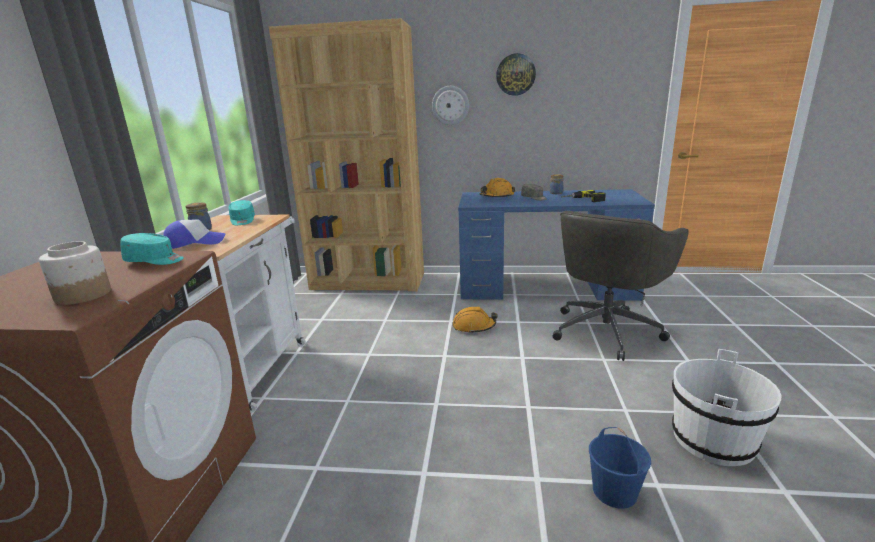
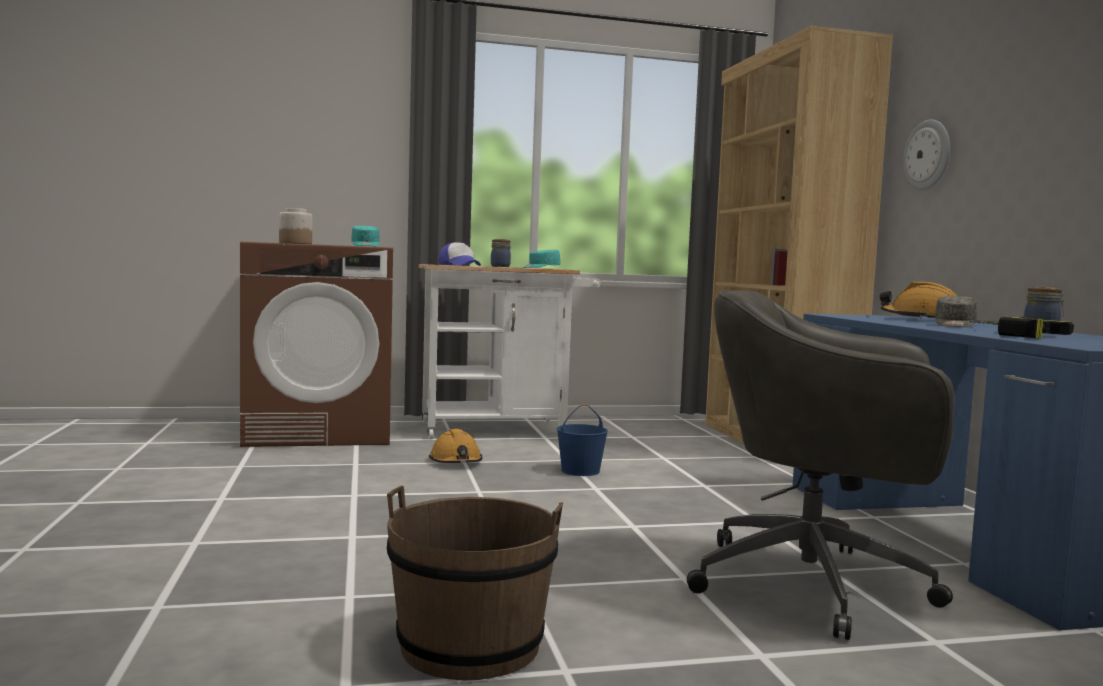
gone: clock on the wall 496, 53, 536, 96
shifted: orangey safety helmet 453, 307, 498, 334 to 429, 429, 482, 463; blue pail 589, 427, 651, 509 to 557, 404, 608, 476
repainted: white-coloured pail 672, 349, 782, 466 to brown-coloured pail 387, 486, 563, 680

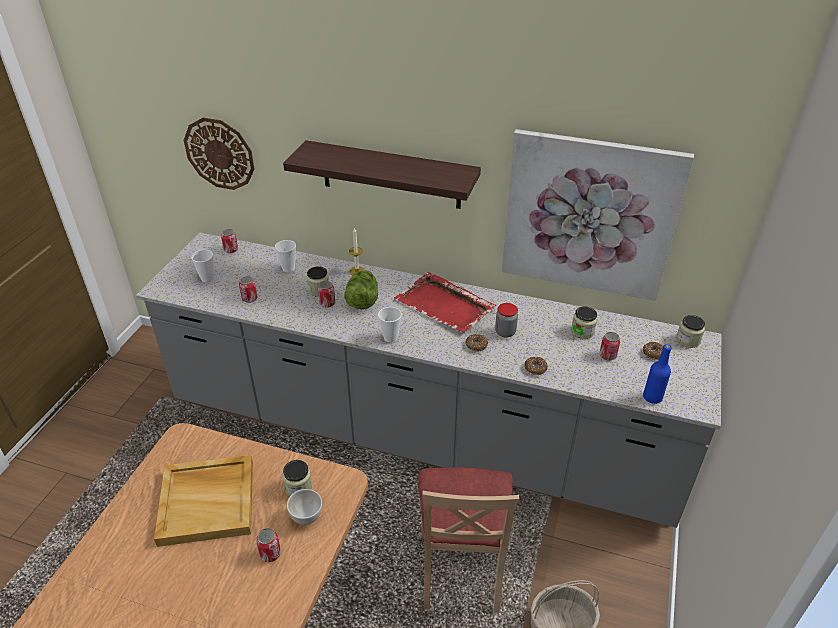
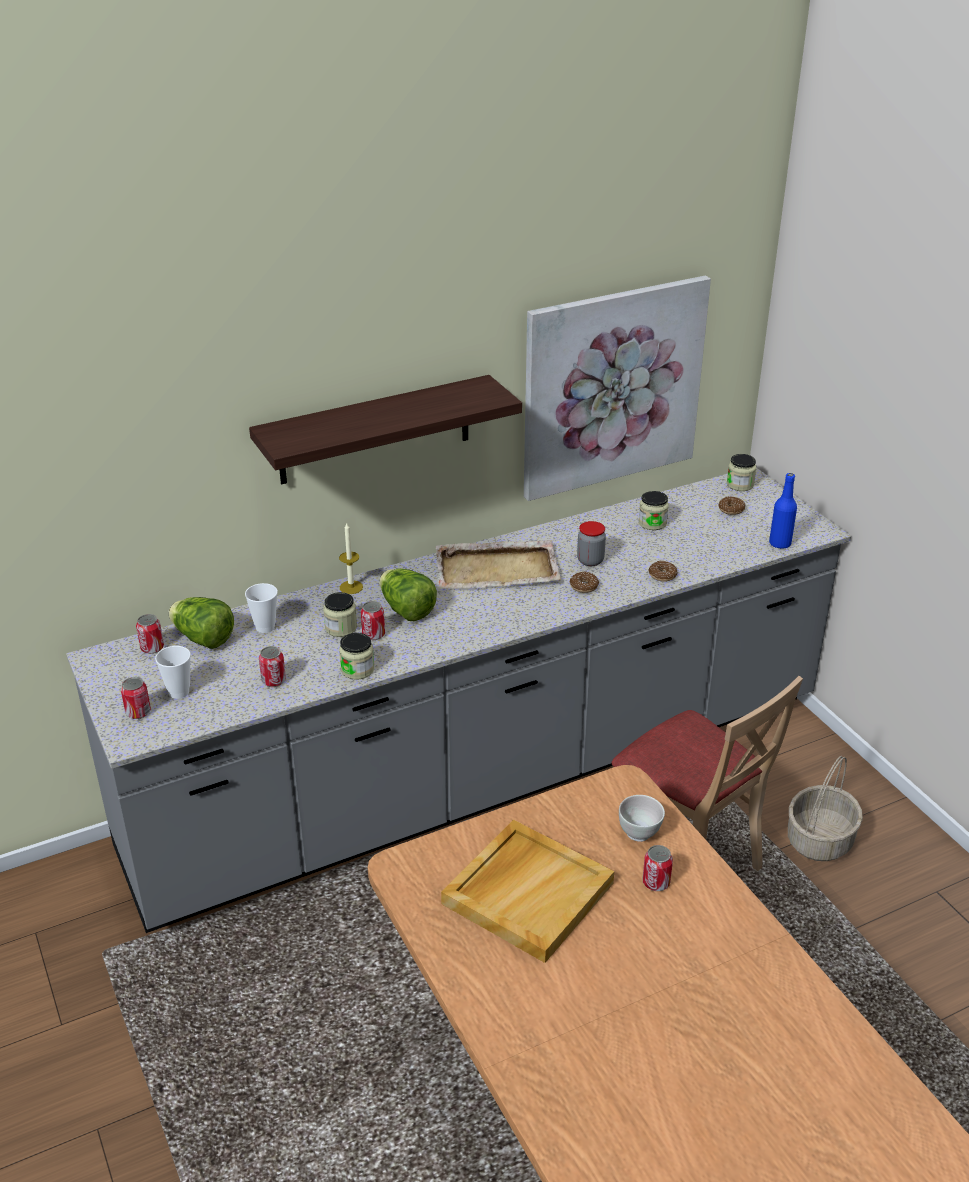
gone: clock on the wall 184, 118, 255, 190; drinking cup 378, 307, 402, 343
new: lettuce 168, 597, 234, 649
shifted: preserve jar 282, 460, 312, 497 to 339, 633, 374, 680; can 599, 332, 620, 361 to 121, 677, 151, 719
repainted: red carrying tray 394, 272, 496, 333 to beige-coloured carrying tray 435, 540, 561, 589

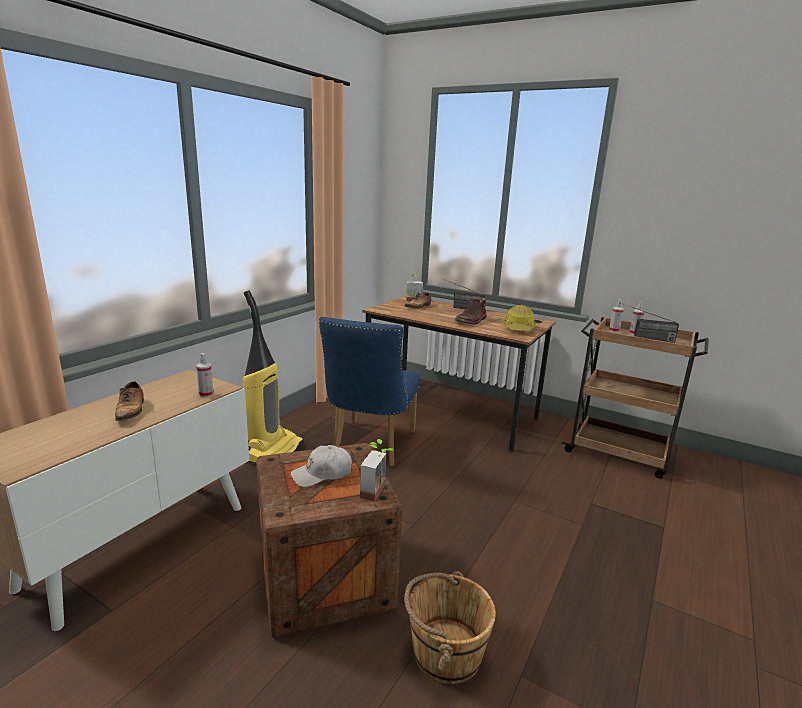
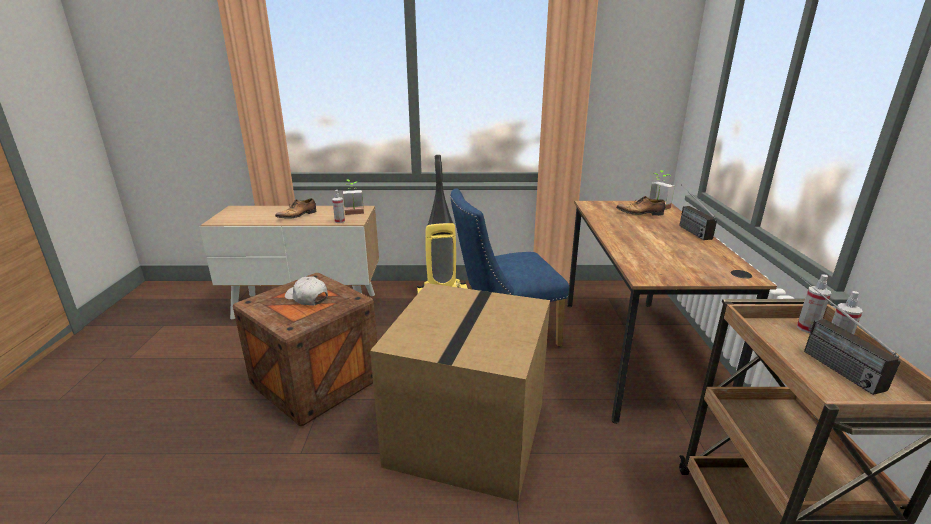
gone: brown-coloured pail 404, 571, 496, 684; brown-coloured boot 455, 297, 487, 324; safety helmet 504, 305, 536, 331
new: cardboard box 370, 283, 550, 502
shifted: houseplant 360, 439, 394, 501 to 343, 180, 364, 215

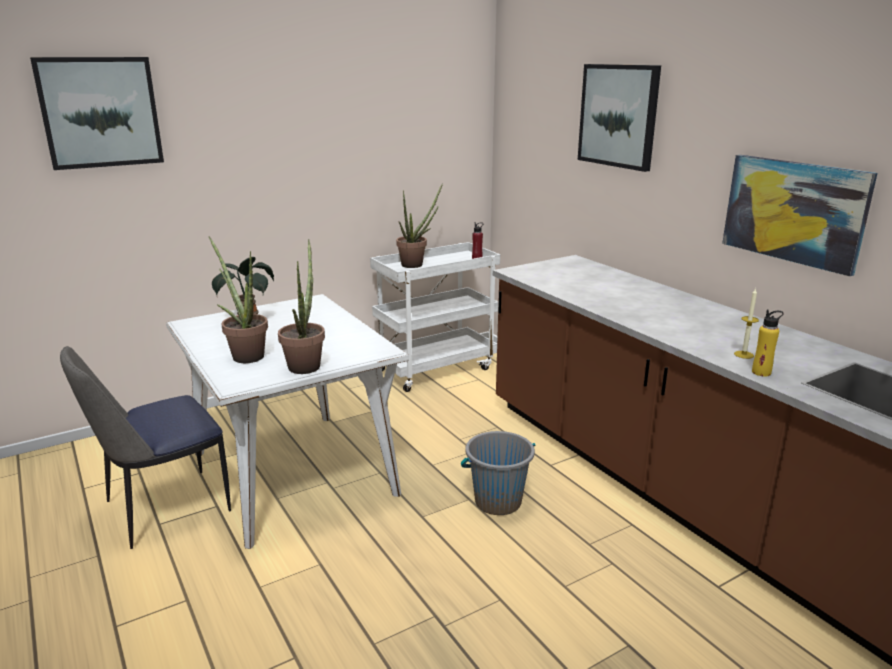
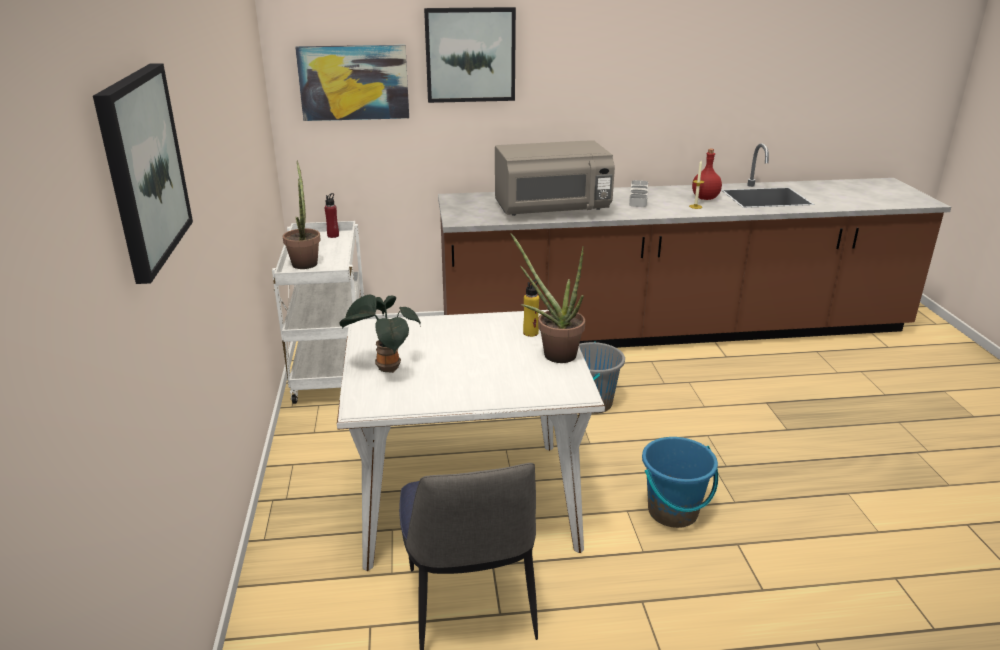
gone: houseplant 209, 237, 268, 363
new: grey microwave 495, 140, 615, 216; grey carrying tray 629, 180, 648, 207; blue pail 642, 437, 718, 528; red bottle 692, 149, 722, 200
shifted: picture 722, 155, 877, 277 to 295, 45, 409, 121; yellowish bottle 752, 309, 783, 376 to 523, 279, 539, 337

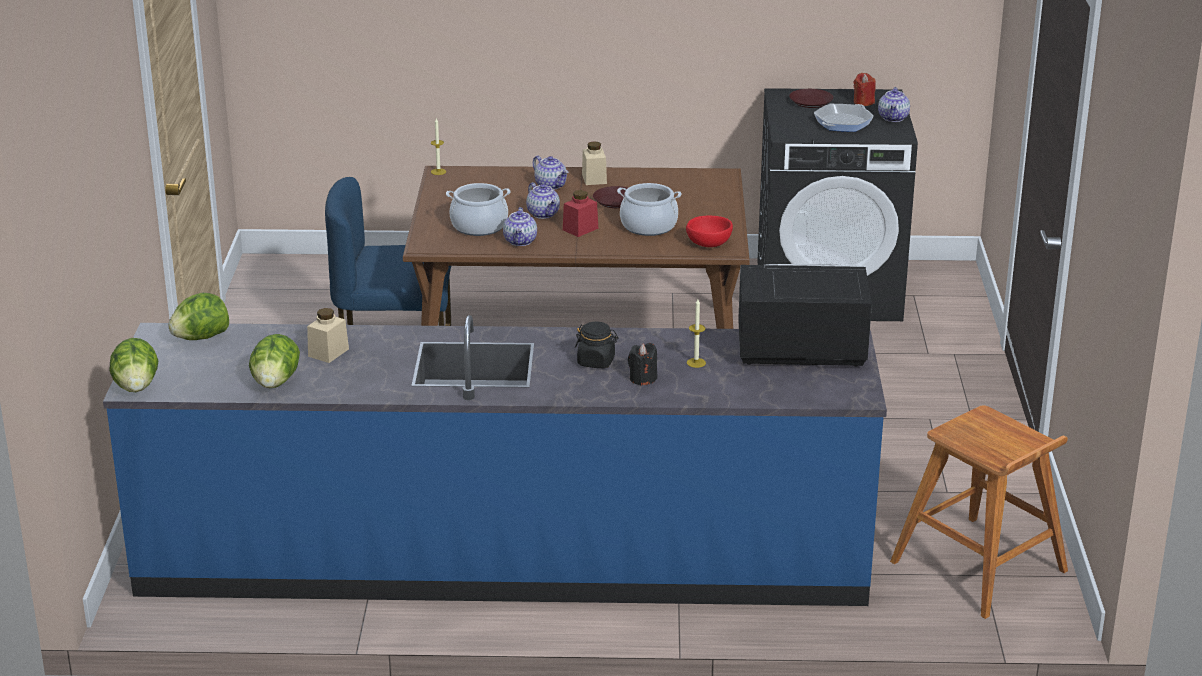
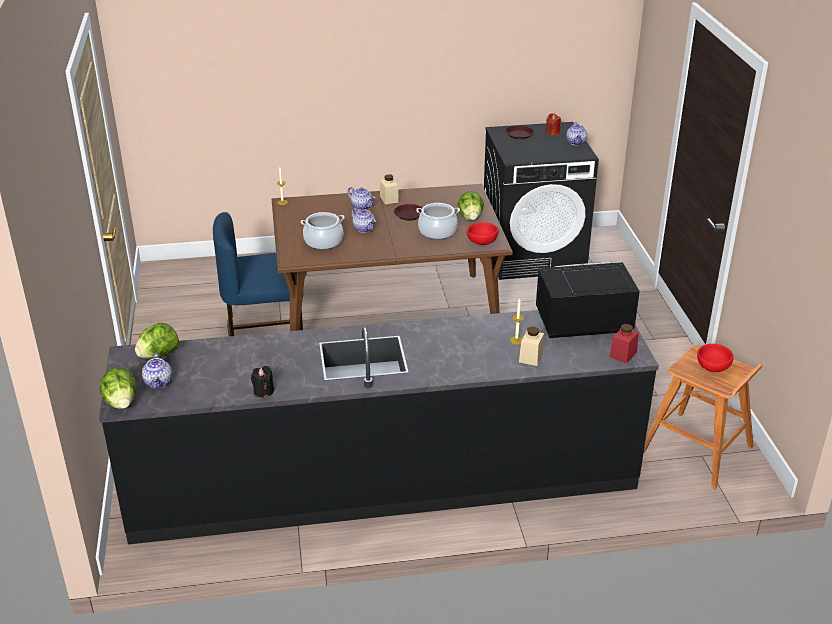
gone: blackish preserve jar 575, 321, 618, 368; pan 814, 104, 874, 132
new: red serving bowl 697, 344, 734, 372
shifted: lettuce 249, 334, 300, 388 to 458, 191, 484, 221; beige-coloured preserve jar 307, 308, 349, 363 to 519, 327, 544, 366; tea pot 503, 207, 537, 246 to 142, 353, 172, 389; red preserve jar 563, 190, 598, 237 to 610, 324, 639, 364; blackish wax candle 628, 343, 657, 386 to 251, 366, 274, 398
repainted: blue kitchen counter 103, 315, 887, 606 to blackish kitchen counter 99, 310, 659, 545

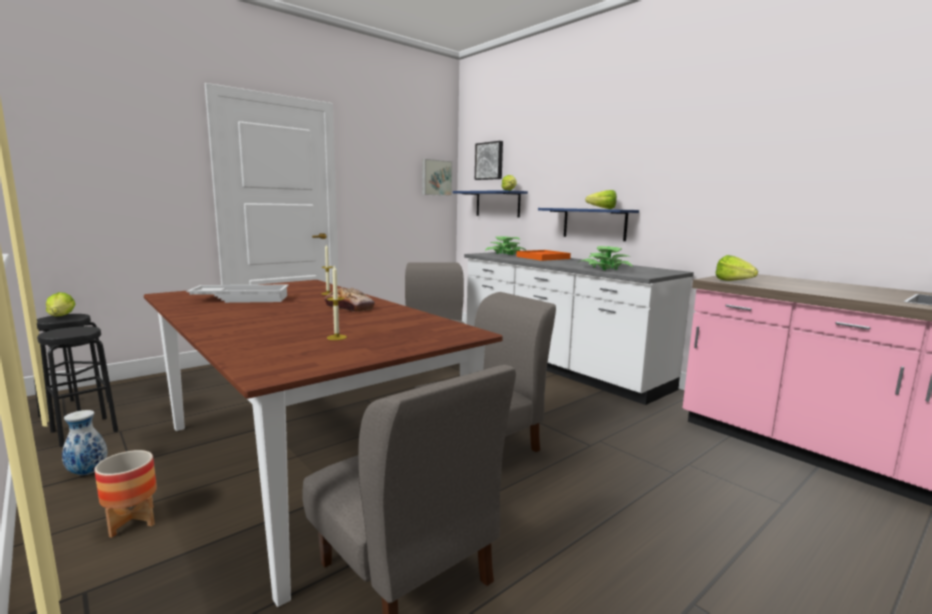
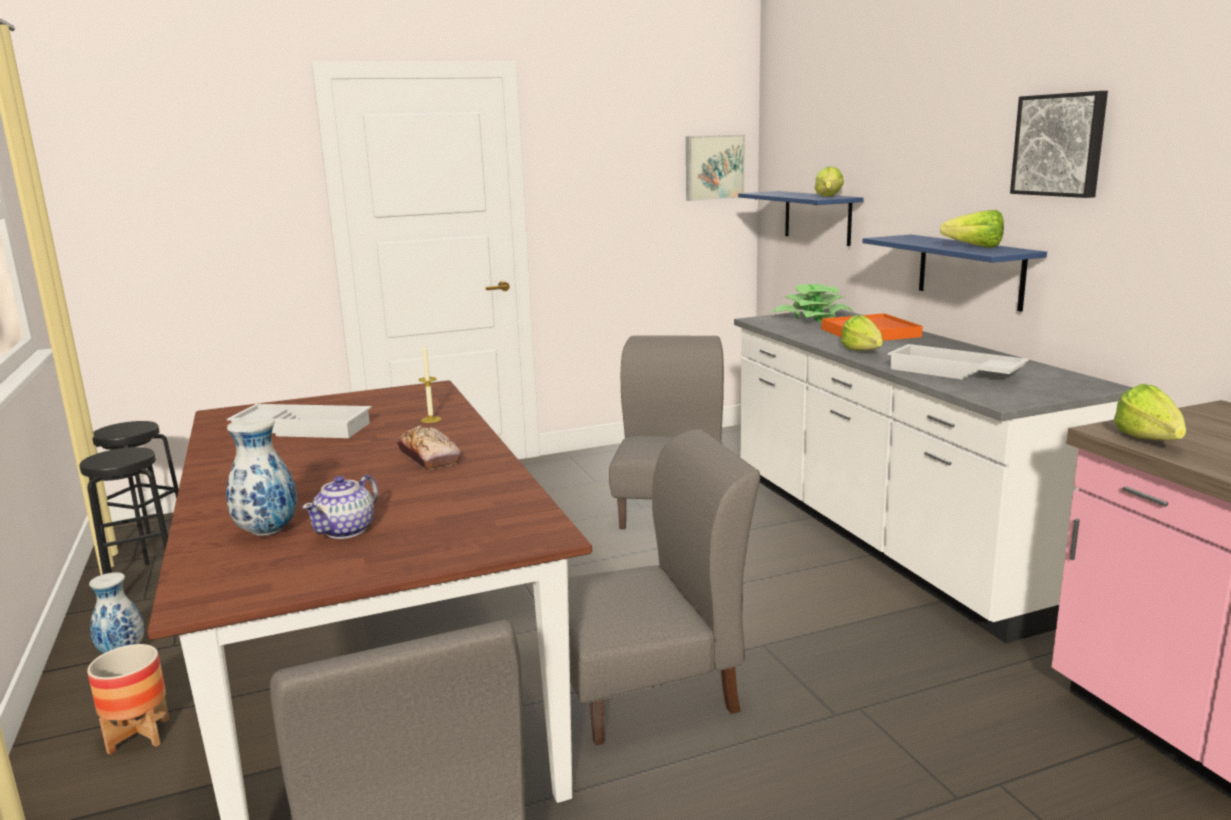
new: decorative vase 226, 417, 297, 536
shifted: lettuce 46, 292, 75, 317 to 841, 315, 883, 351; picture 475, 141, 503, 180 to 1010, 91, 1108, 198
swapped: wax candle 327, 265, 347, 340 to tea pot 302, 475, 378, 539; houseplant 579, 246, 633, 270 to white-coloured carrying tray 888, 344, 1029, 379

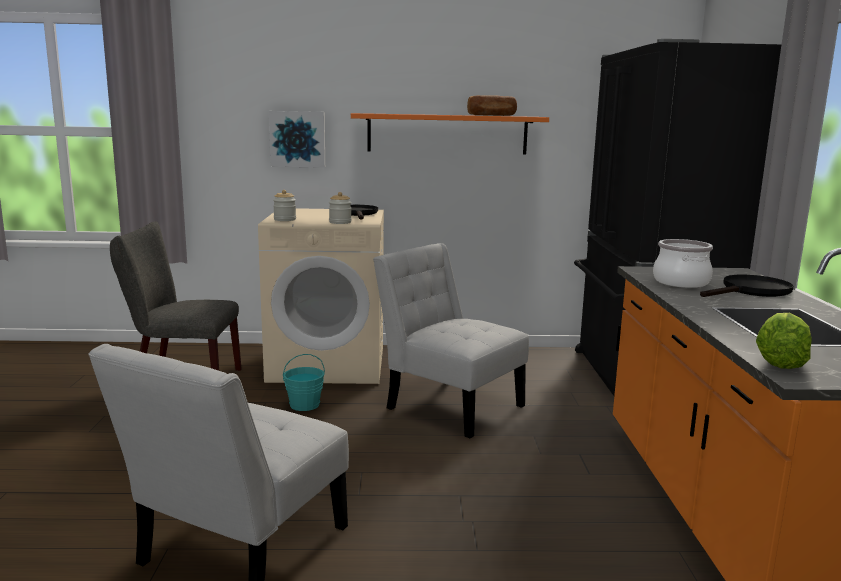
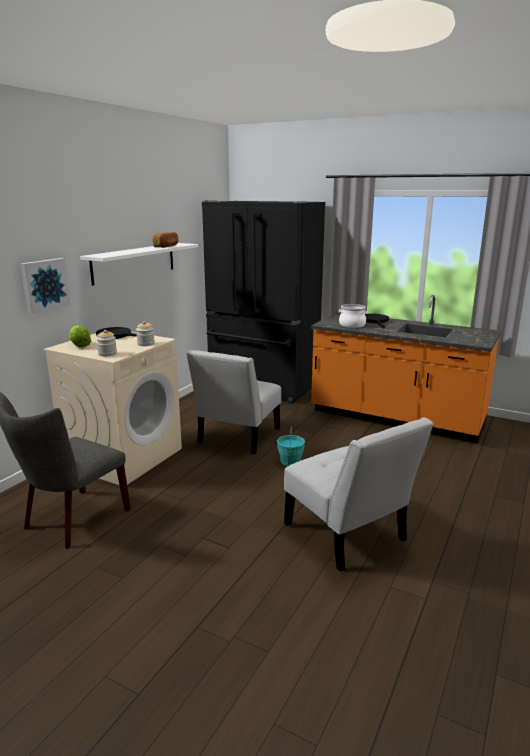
shifted: blue-green pail 283, 354, 325, 411 to 277, 426, 305, 466; lettuce 756, 313, 812, 369 to 69, 325, 91, 347
repainted: orangey shelf 351, 113, 549, 154 to white-coloured shelf 80, 243, 198, 286
rotated: white-coloured upright chair 373, 243, 529, 438 = 187, 350, 281, 455 45 degrees counterclockwise

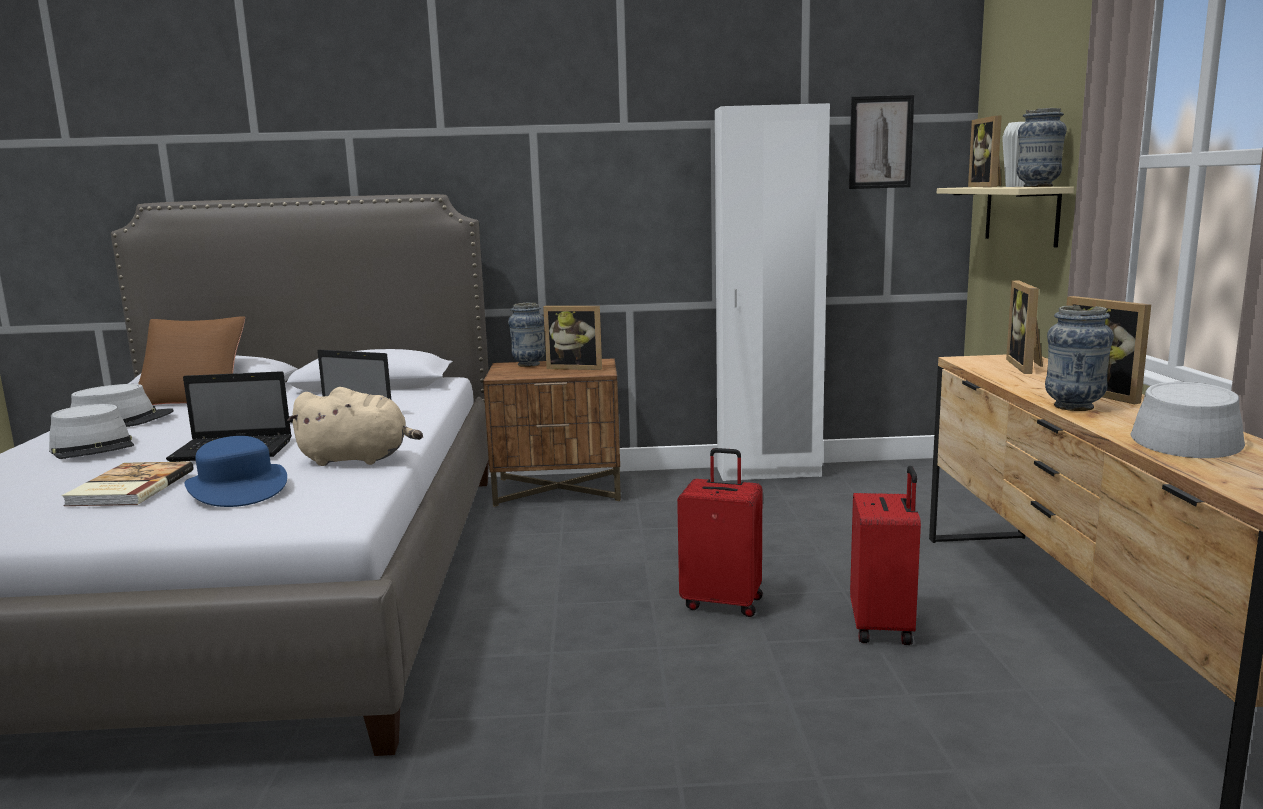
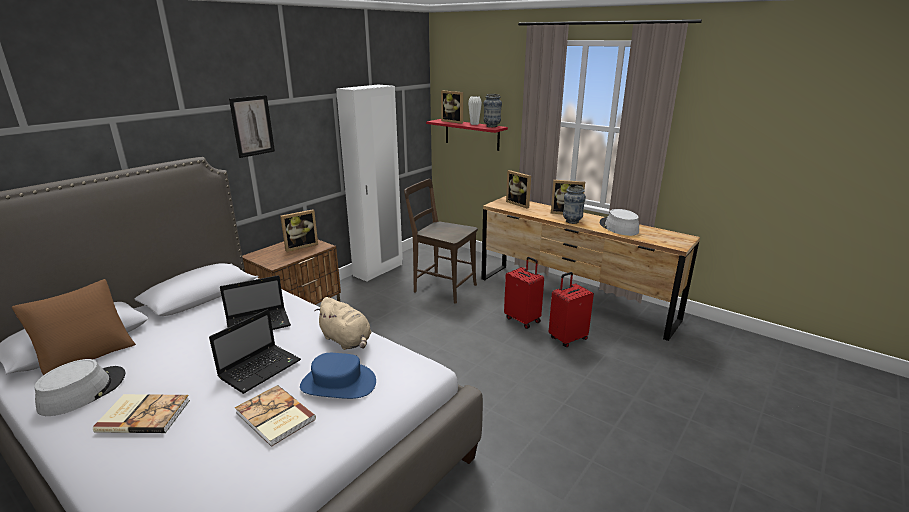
gone: decorative vase 508, 303, 545, 367
new: brown-coloured upright chair 404, 179, 478, 304
shifted: red suitcase 677, 448, 763, 617 to 549, 272, 594, 347; picture 849, 95, 914, 189 to 229, 95, 275, 158
swapped: grey wearable hat 49, 404, 135, 459 to bound book 93, 394, 190, 433
repainted: beige-coloured shelf 937, 187, 1074, 248 to red shelf 426, 119, 508, 151
rotated: beige-coloured soft toy 287, 387, 423, 466 = 314, 297, 372, 350 90 degrees clockwise

